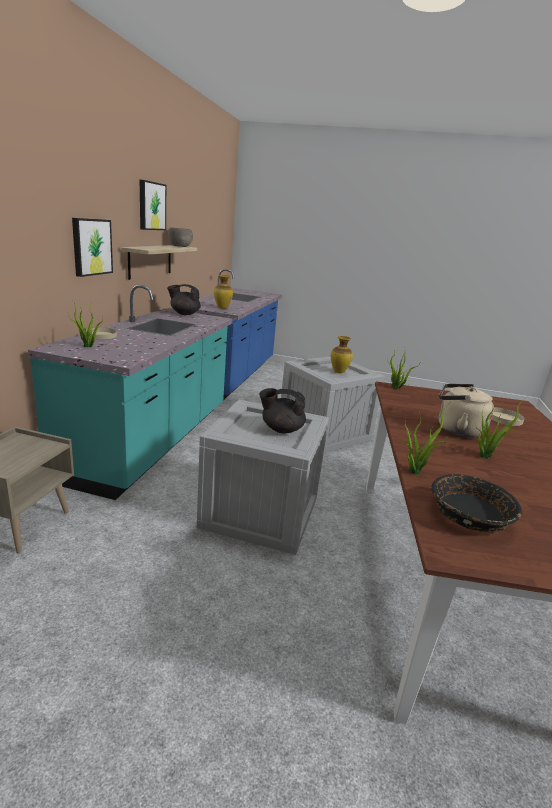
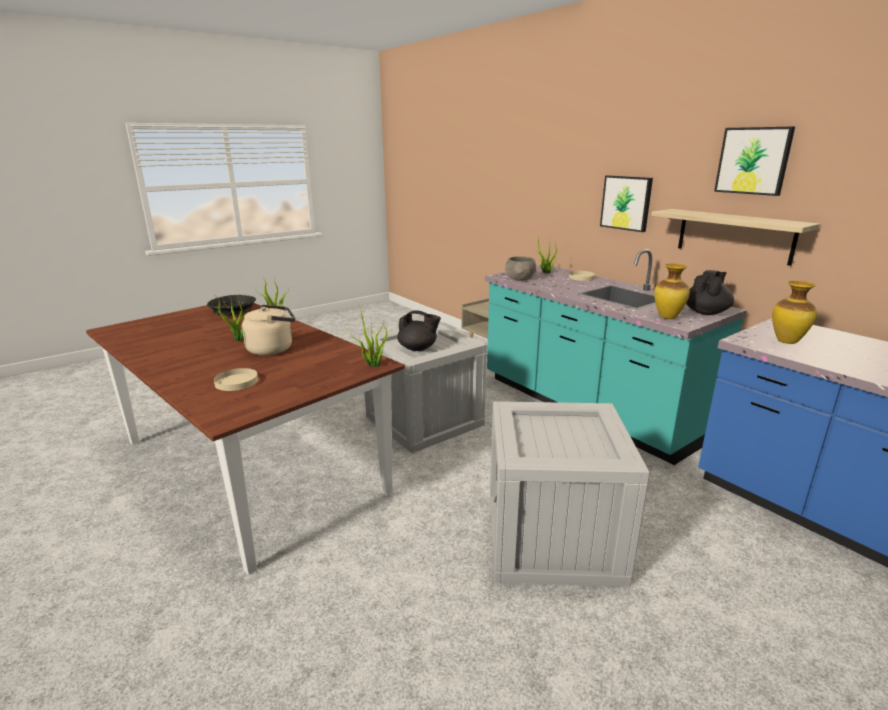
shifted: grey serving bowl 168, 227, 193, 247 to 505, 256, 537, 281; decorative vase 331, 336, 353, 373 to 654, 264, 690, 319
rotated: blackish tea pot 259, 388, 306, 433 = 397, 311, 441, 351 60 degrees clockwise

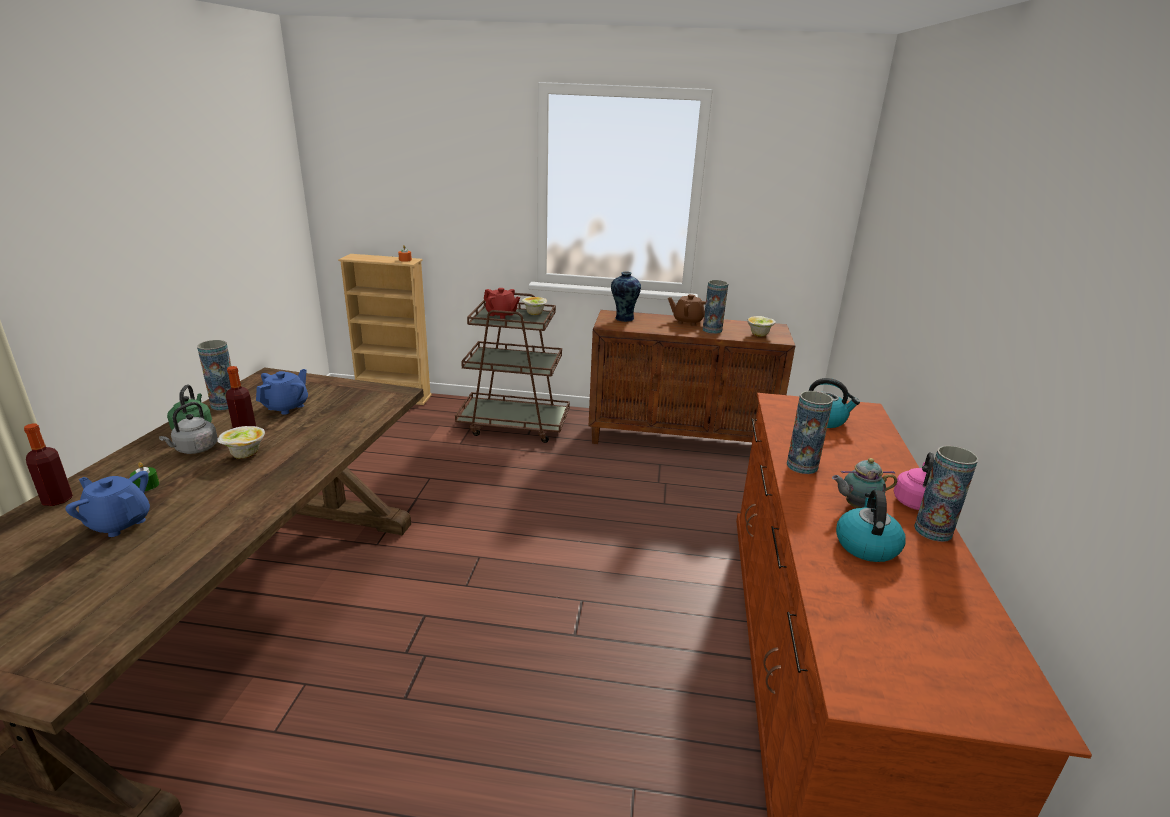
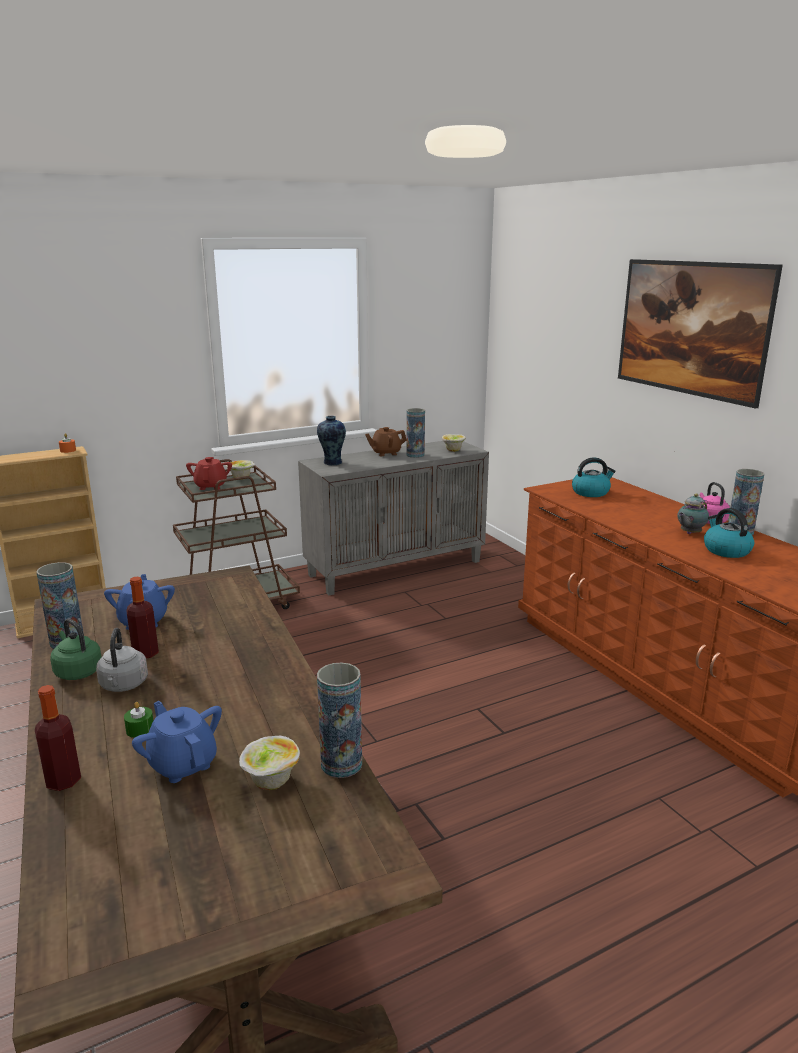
new: picture 618, 259, 783, 409
shifted: serving bowl 217, 426, 265, 459 to 239, 736, 300, 790; decorative vase 787, 391, 833, 474 to 317, 663, 362, 778
repainted: brown-coloured cabinet 589, 310, 795, 444 to grey cabinet 298, 441, 489, 595
rotated: blue tea pot 66, 471, 150, 537 = 132, 701, 222, 783 60 degrees clockwise; red tea pot 484, 288, 520, 319 = 186, 457, 232, 490 90 degrees counterclockwise

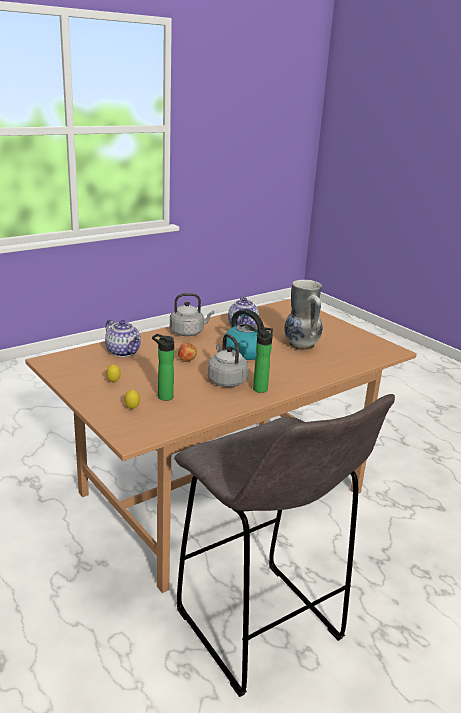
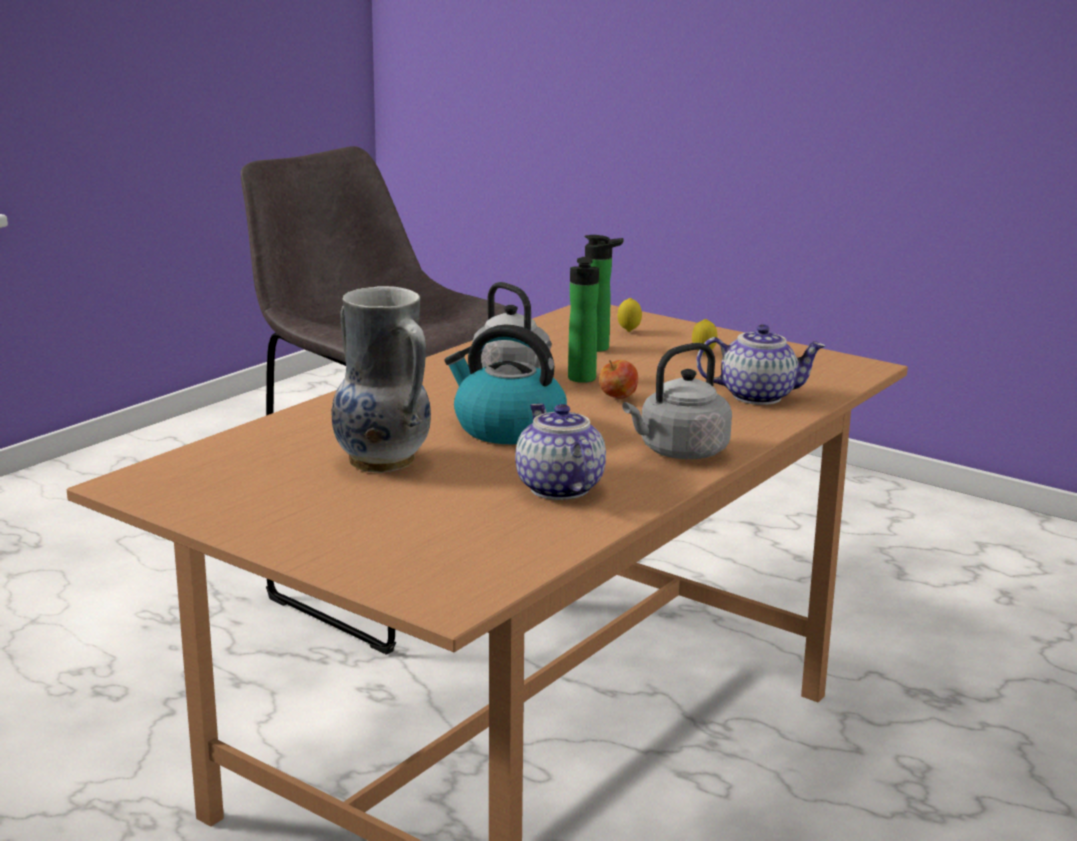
shifted: bottle 253, 327, 273, 393 to 568, 257, 599, 383
rotated: tea pot 105, 319, 141, 357 = 696, 324, 826, 405 150 degrees clockwise

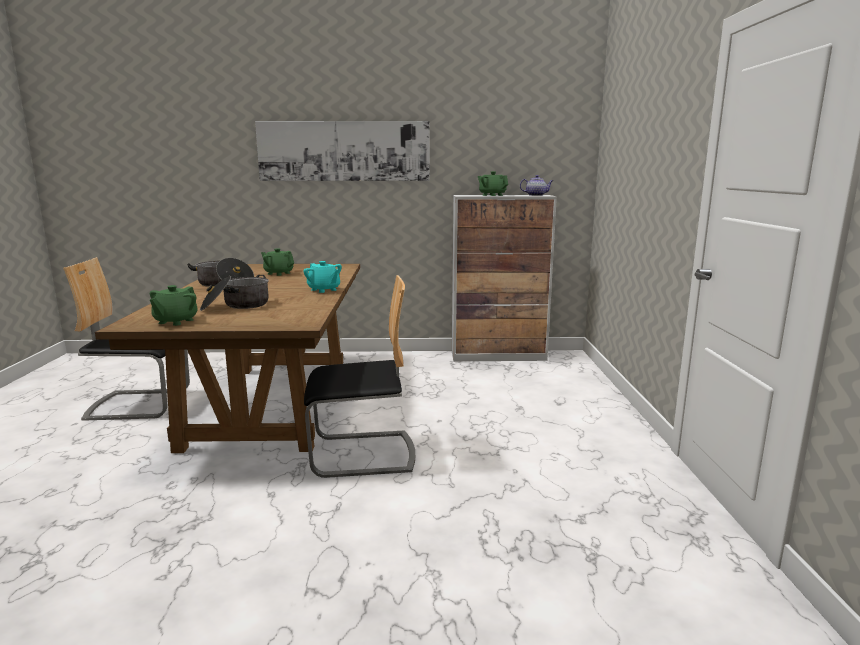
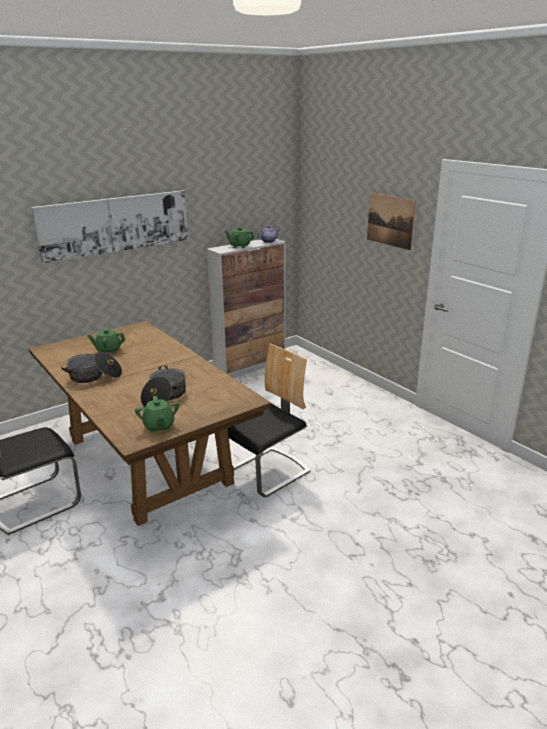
gone: blue-green tea pot 303, 261, 342, 293
new: picture 367, 193, 416, 250

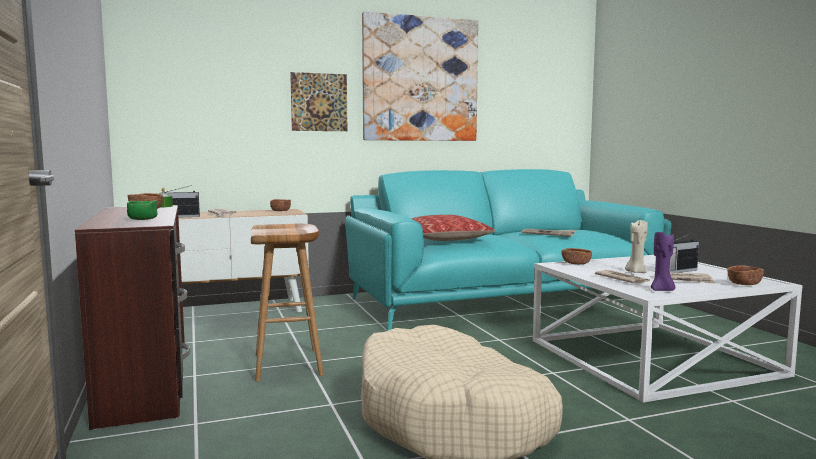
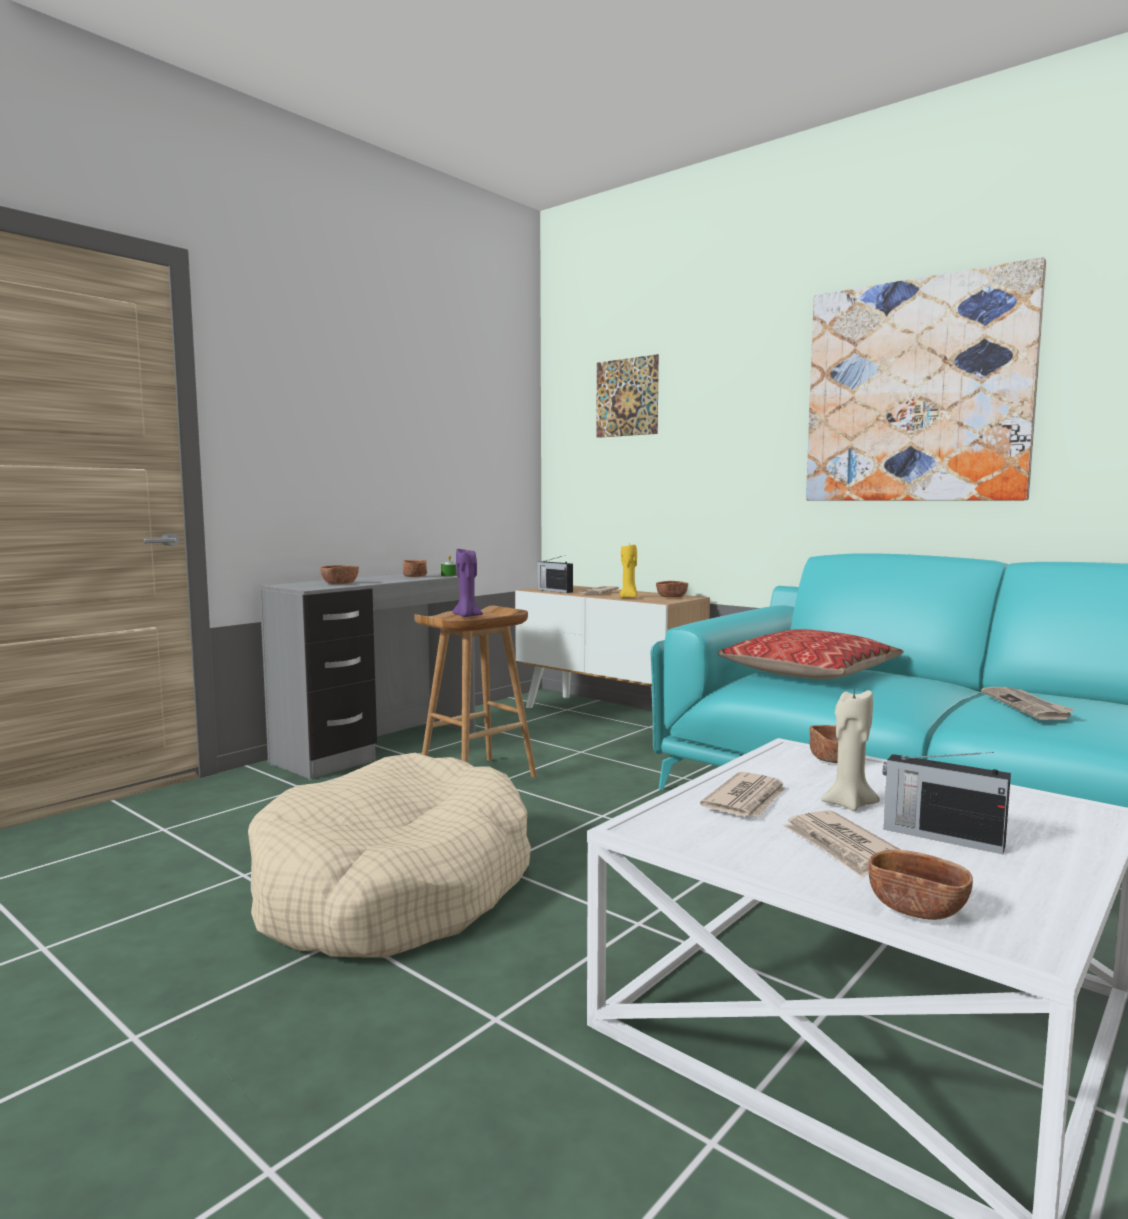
new: yellowish wax candle 619, 545, 637, 598
shifted: picture 290, 72, 347, 131 to 596, 354, 659, 438; purplish wax candle 651, 230, 675, 291 to 452, 547, 483, 617
repainted: brown-coloured desk table 75, 205, 190, 430 to grey desk table 259, 572, 476, 779; green-coloured serving bowl 127, 200, 158, 220 to brown-coloured serving bowl 320, 565, 359, 584

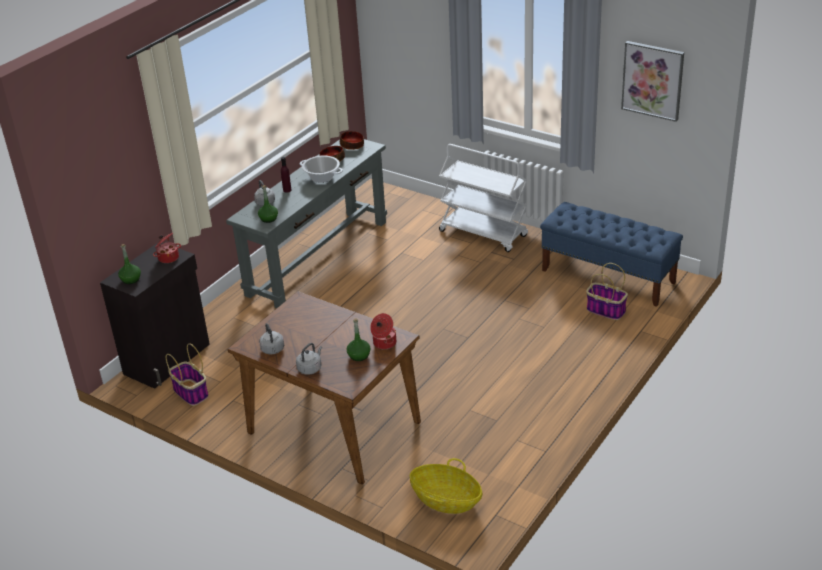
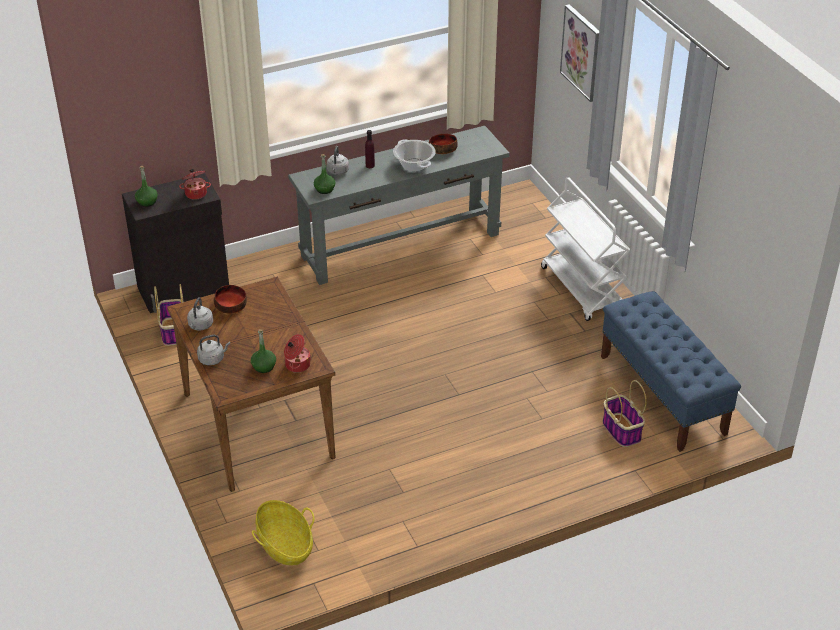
shifted: serving bowl 340, 131, 364, 150 to 214, 285, 247, 314; picture 621, 41, 684, 122 to 560, 4, 599, 102

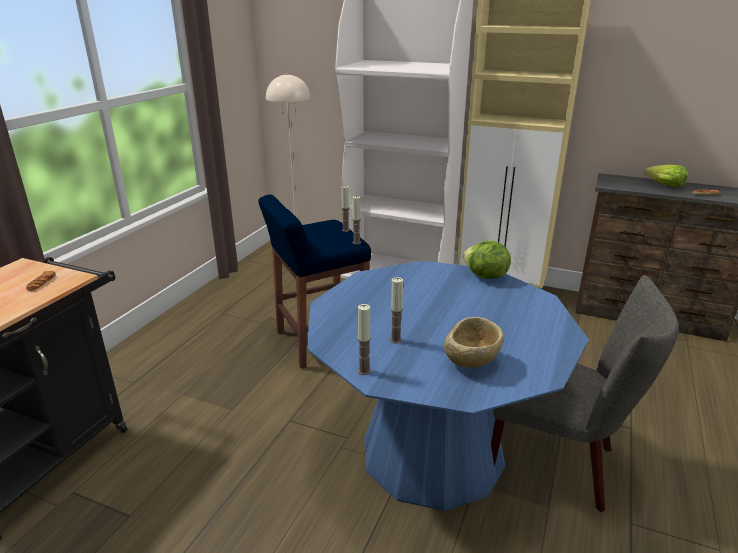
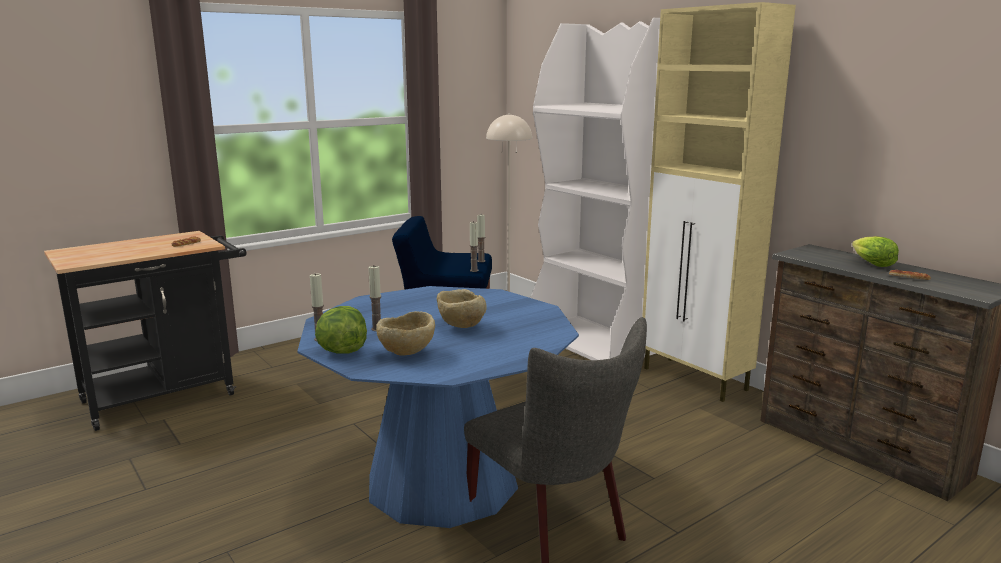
new: beige-coloured serving bowl 437, 289, 487, 328
shifted: lettuce 463, 240, 511, 279 to 315, 306, 367, 354

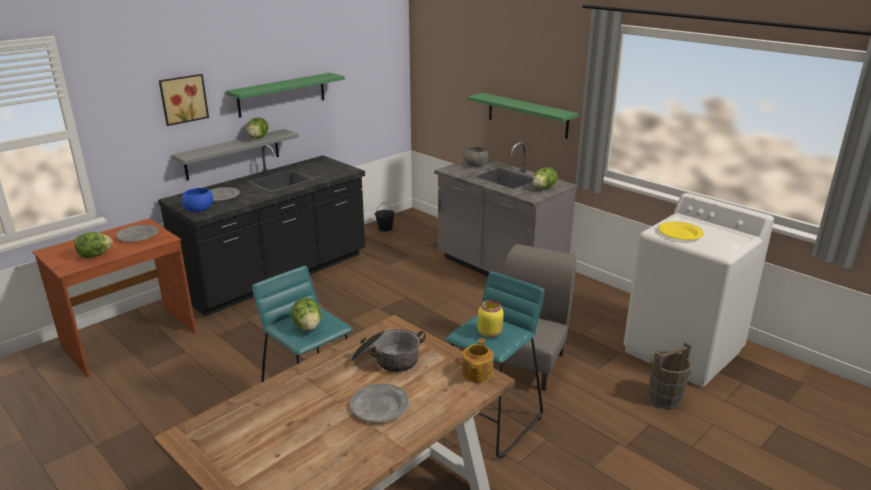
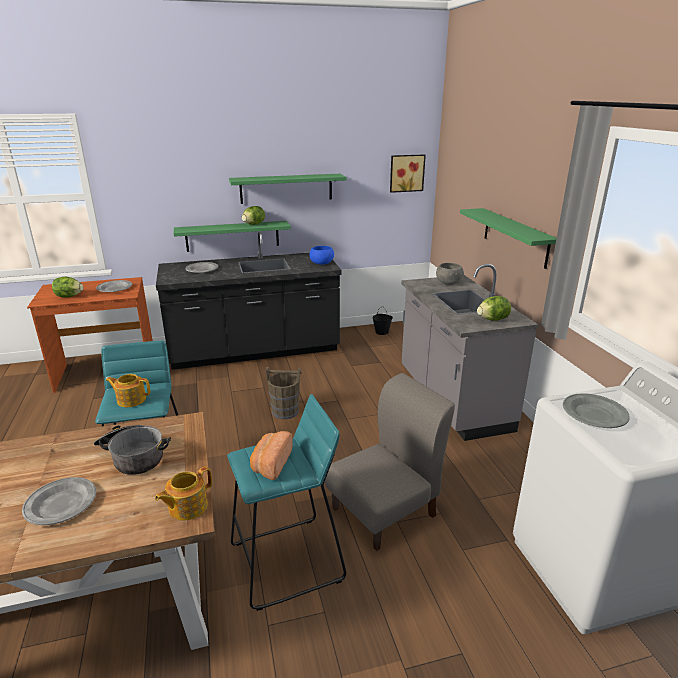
shifted: picture 159, 74, 209, 126 to 390, 154, 426, 193; blue serving bowl 182, 188, 213, 212 to 309, 246, 334, 265; brown-coloured pail 648, 342, 692, 409 to 265, 367, 301, 419
swapped: lettuce 291, 298, 321, 330 to tea pot 106, 374, 151, 407; yellowish preserve jar 478, 300, 504, 338 to bread 250, 431, 293, 480
repainted: grey shelf 171, 129, 299, 180 to green-coloured shelf 174, 221, 291, 252; yellowish plate 658, 222, 704, 240 to grey plate 563, 393, 630, 428

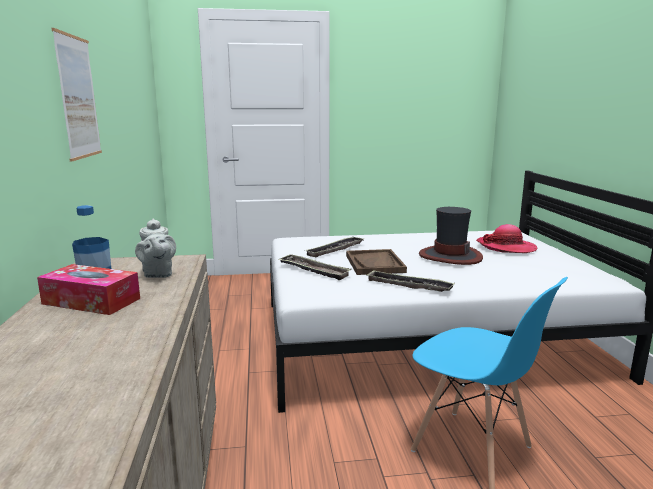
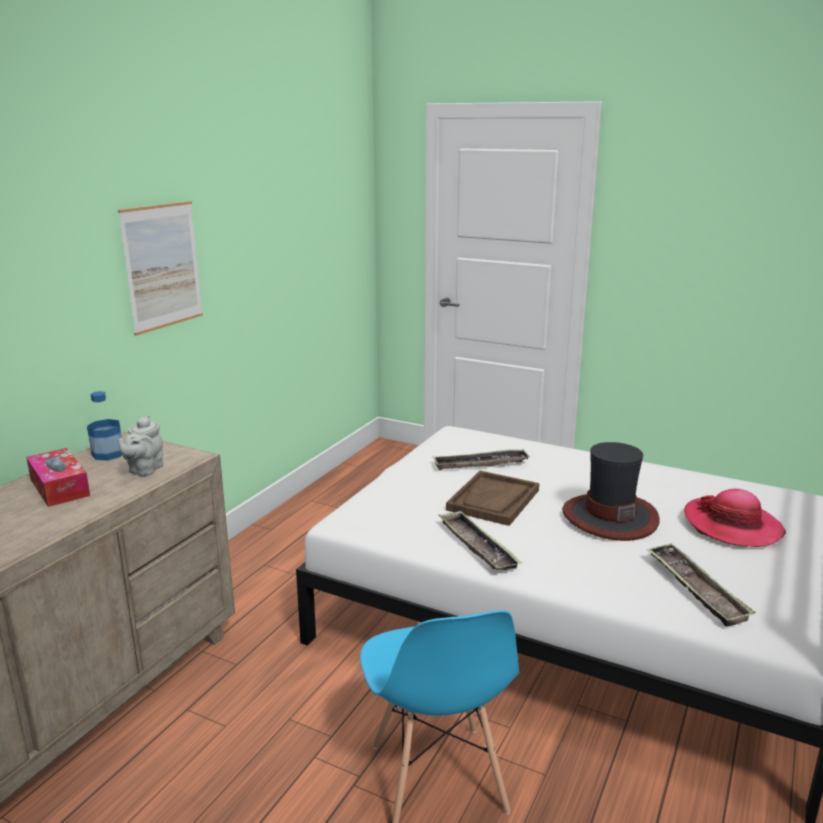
shifted: carrying tray 278, 254, 352, 280 to 646, 543, 756, 627

